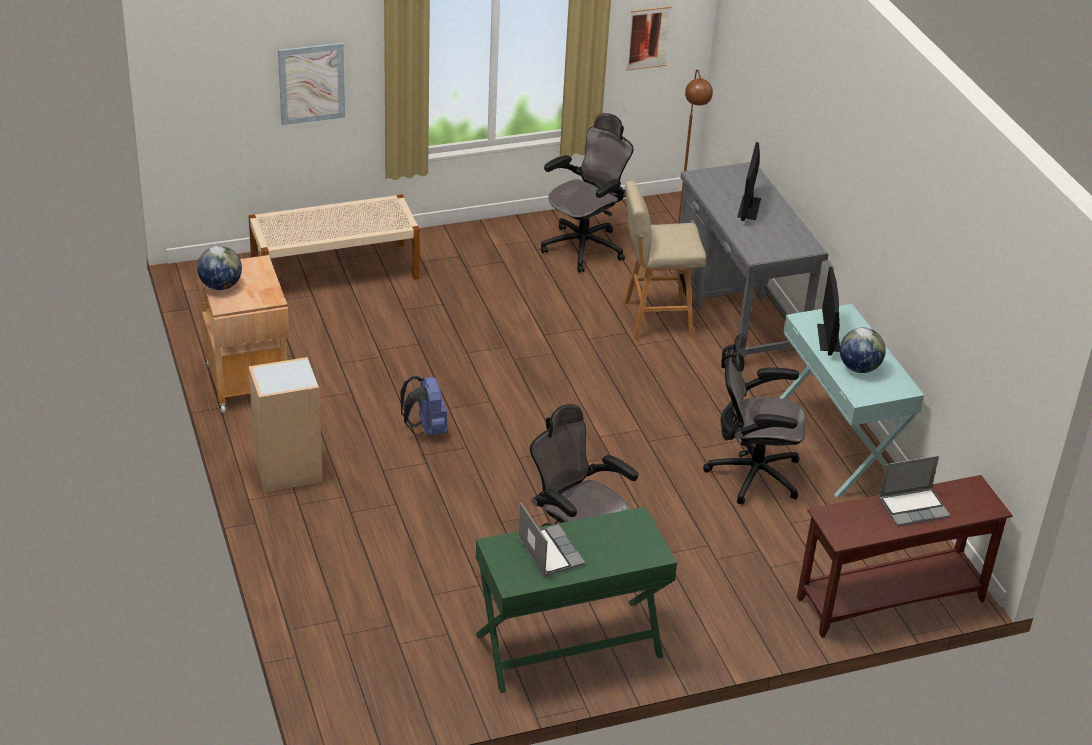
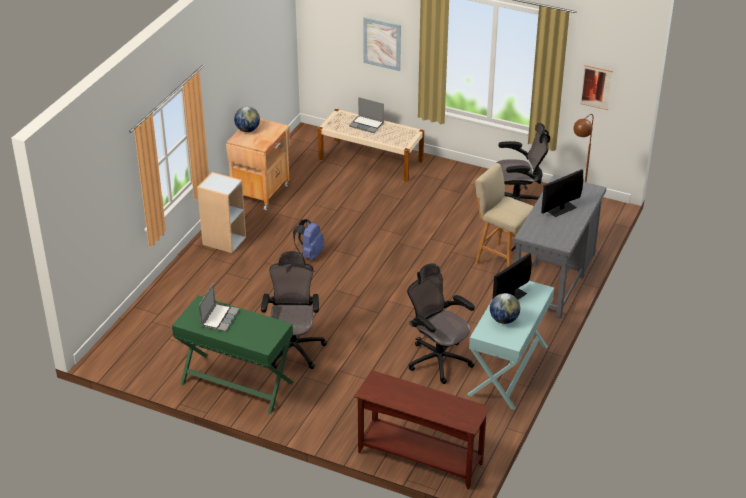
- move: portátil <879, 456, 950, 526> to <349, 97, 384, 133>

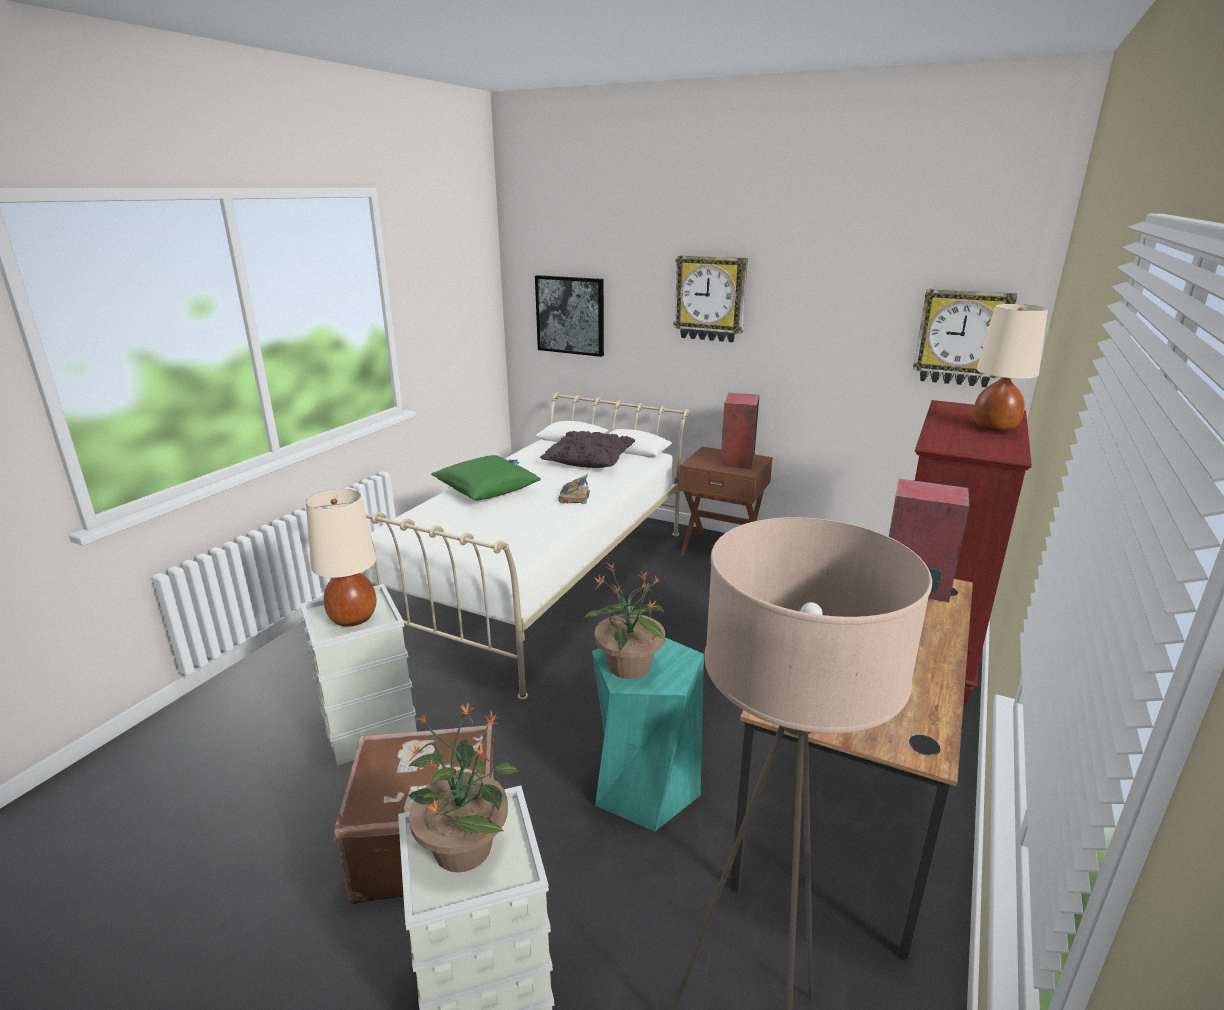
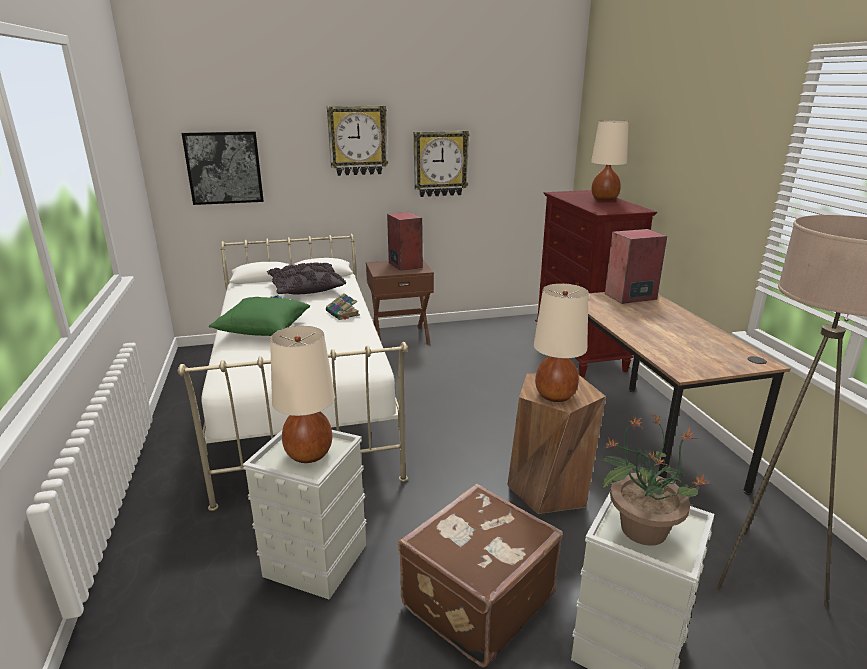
- move: reloj de pared <913, 289, 1017, 387> to <414, 131, 469, 197>
- recolor: taburete/turquesa <592, 637, 704, 831> to taburete/marrón <507, 373, 606, 514>
- replace: planta en maceta <583, 562, 666, 679> to lámpara de mesa/beis <534, 283, 589, 402>

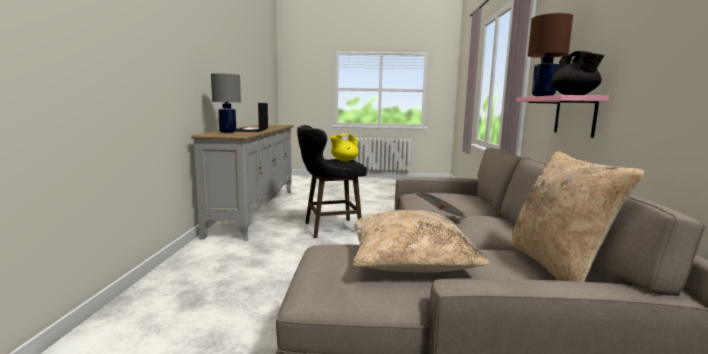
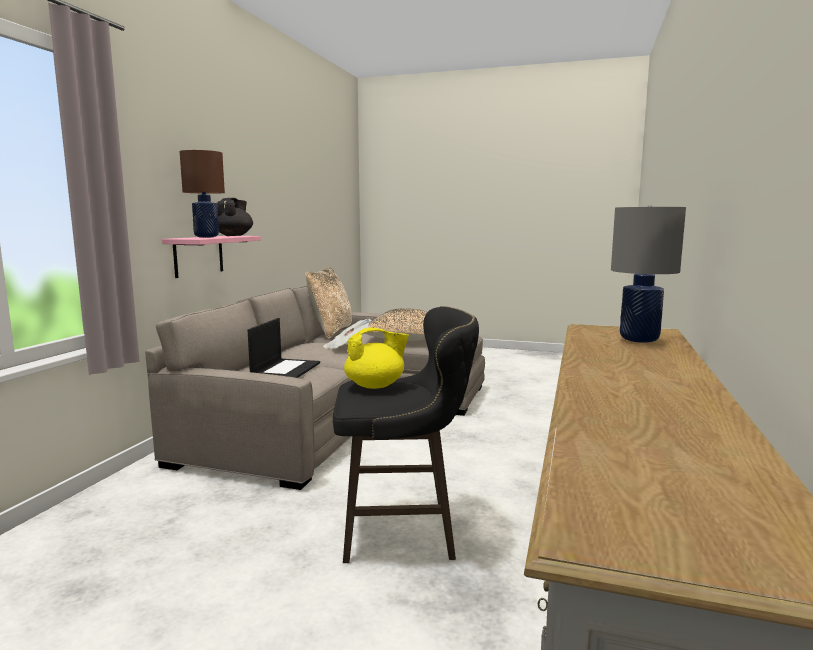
- move: portátil <236, 103, 268, 132> to <248, 318, 320, 378>

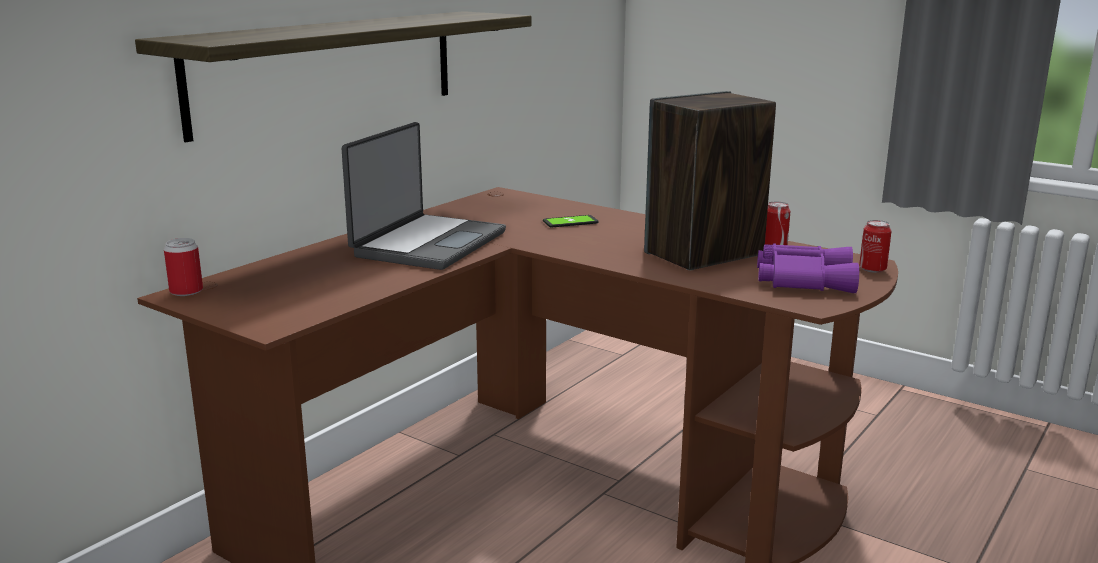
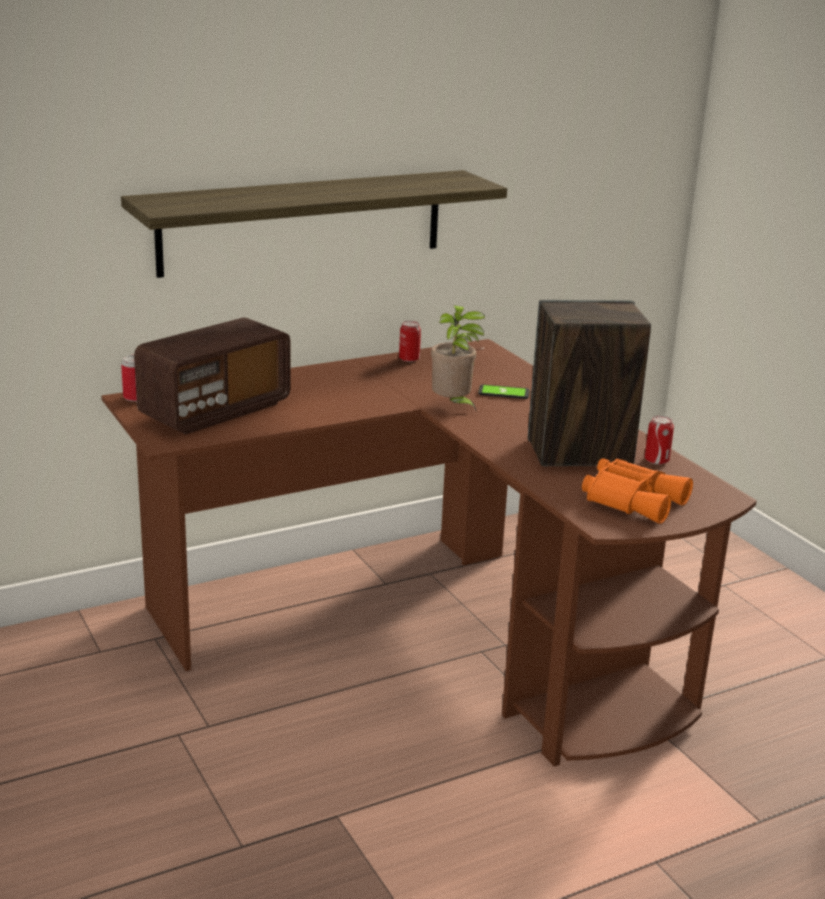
- insert: radio <134, 318, 291, 435>
- move: lata <859, 220, 891, 273> to <399, 321, 421, 362>
- insert: planta en maceta <431, 305, 485, 412>
- recolor: prismáticos/morado <757, 244, 859, 293> to prismáticos/naranja <582, 458, 693, 524>
- delete: portátil <342, 122, 506, 270>

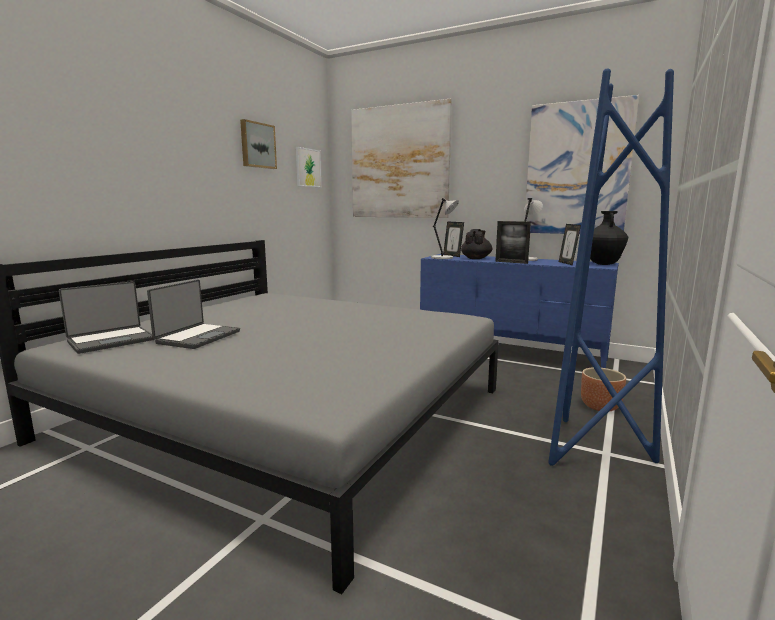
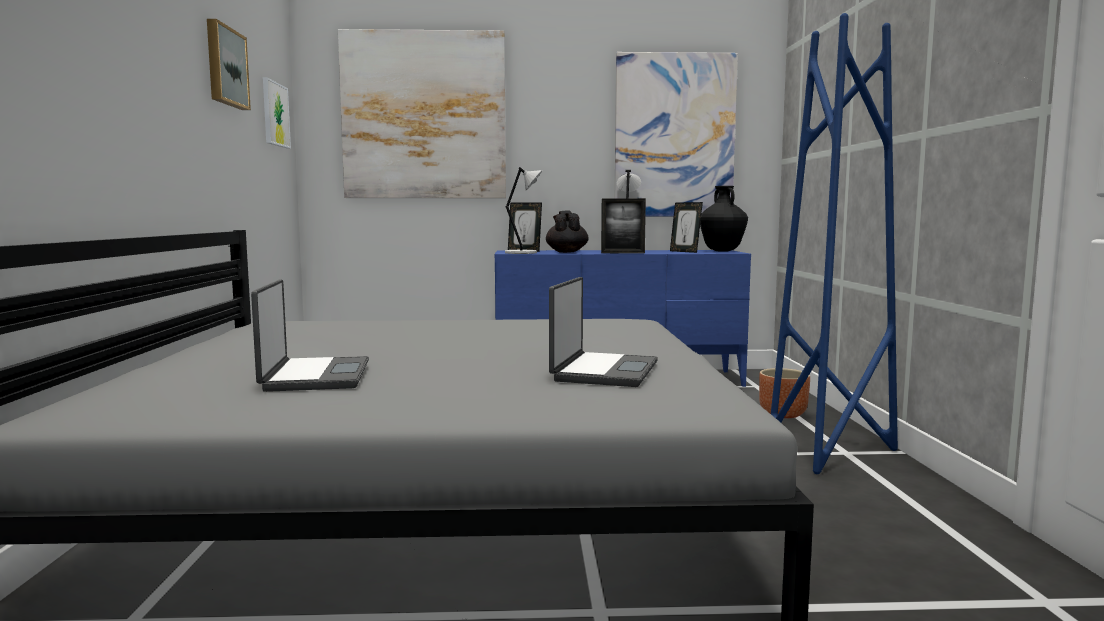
- move: portátil <59, 281, 155, 354> to <549, 277, 658, 387>

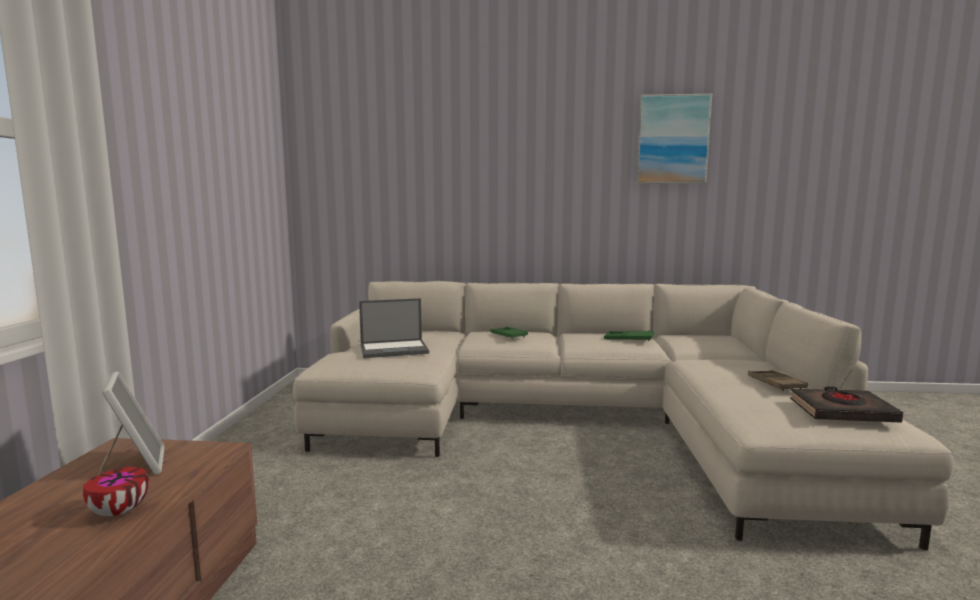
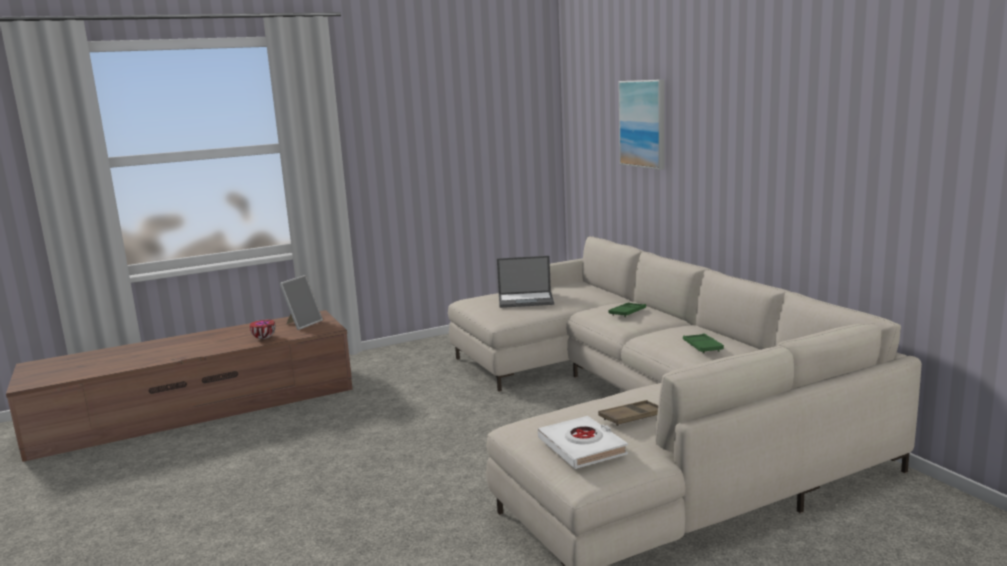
- rotate: portátil <359, 298, 429, 358> = <497, 256, 554, 308> 45 degrees counterclockwise
- recolor: libro/negro <790, 387, 903, 423> to libro/blanco <538, 416, 628, 469>
- move: cuadro <636, 94, 712, 184> to <618, 79, 664, 170>

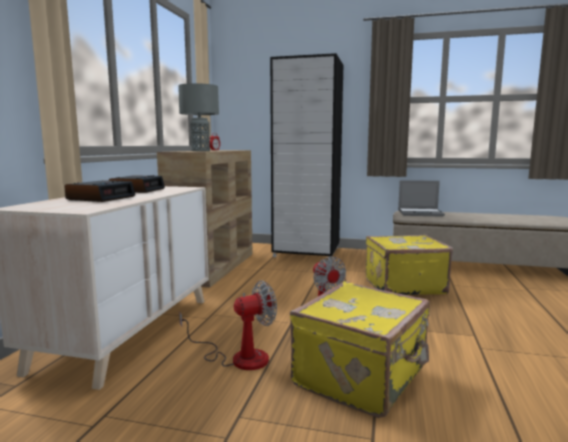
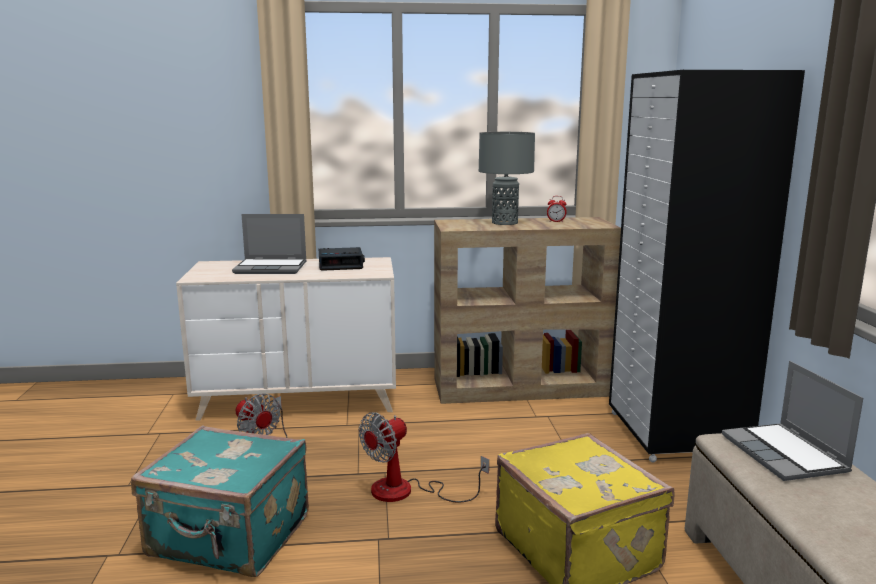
- recolor: maleta/amarillo <290, 281, 430, 418> to maleta/turquesa <131, 426, 309, 577>
- replace: despertador <64, 180, 135, 202> to portátil <232, 214, 307, 274>

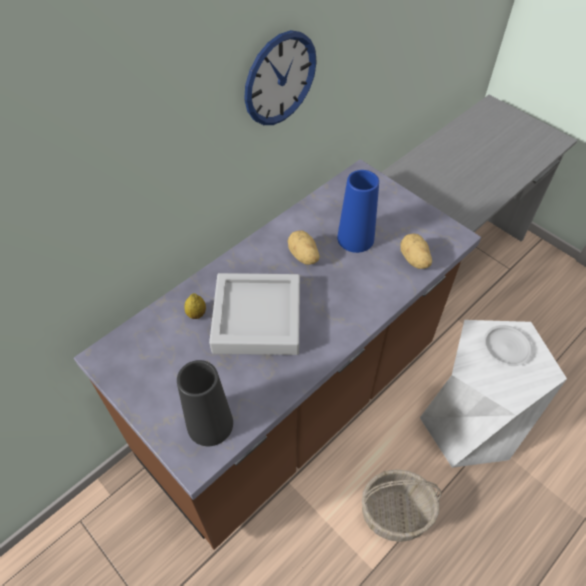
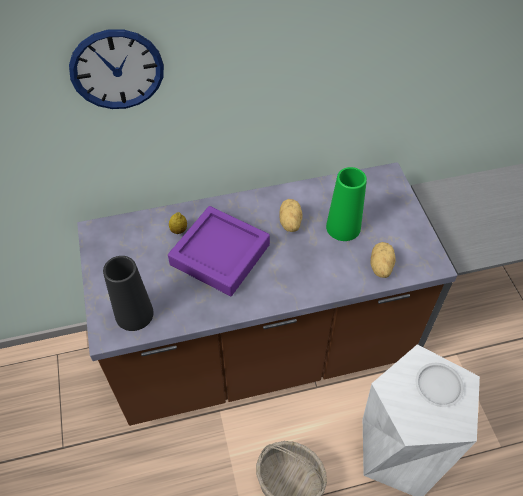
- move: reloj de pared <244, 30, 317, 125> to <69, 29, 164, 109>
- recolor: bandeja/gris <209, 273, 300, 355> to bandeja/morado <168, 206, 270, 296>
- recolor: florero/azul <337, 170, 379, 253> to florero/verde <326, 167, 367, 241>

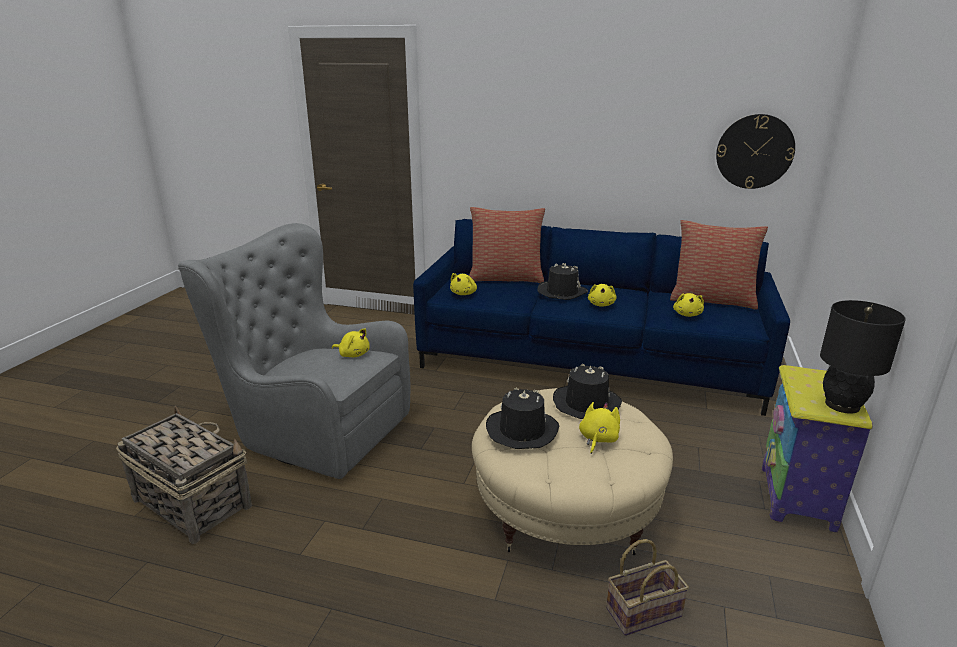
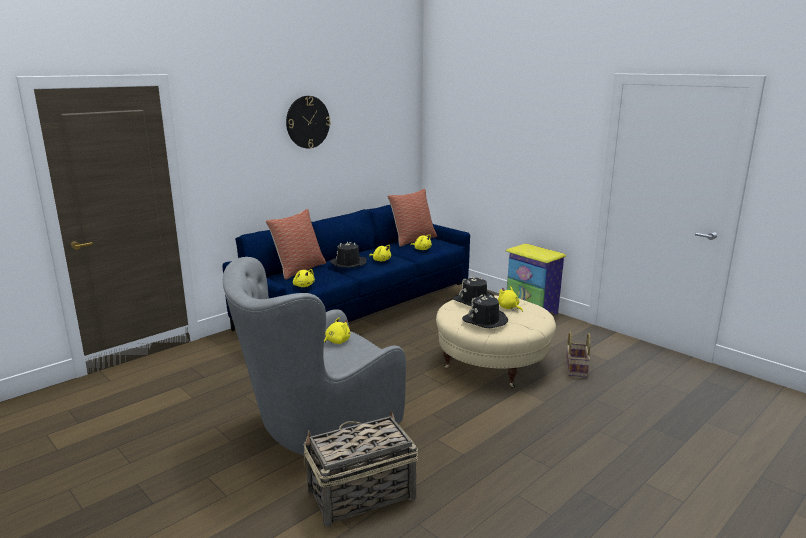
- move: reloj de pared <716, 114, 795, 189> to <286, 96, 331, 149>
- delete: lámpara de mesa/negro <820, 300, 906, 414>

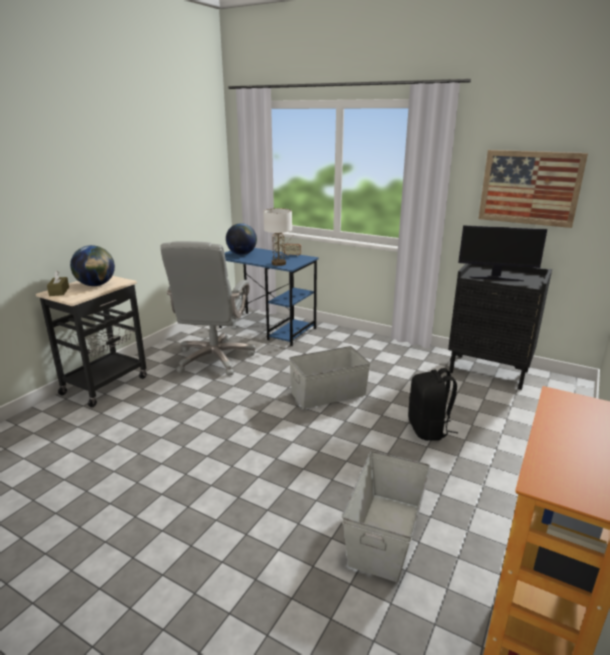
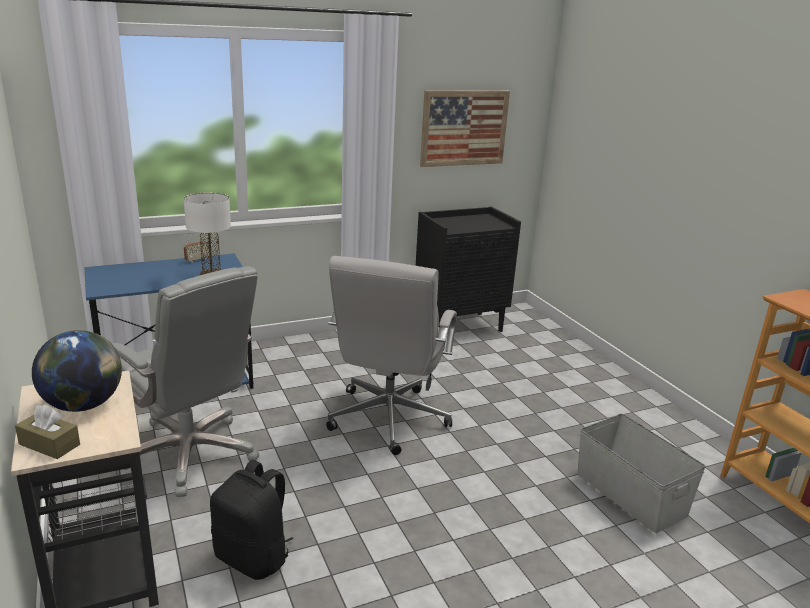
- move: mochila/negro <408, 368, 458, 441> to <210, 460, 293, 580>
- replace: caja de almacenaje/gris <289, 346, 370, 409> to silla de oficina/gris <326, 256, 457, 455>
- delete: globo terráqueo <226, 223, 257, 255>
- delete: monitor <458, 225, 547, 281>

